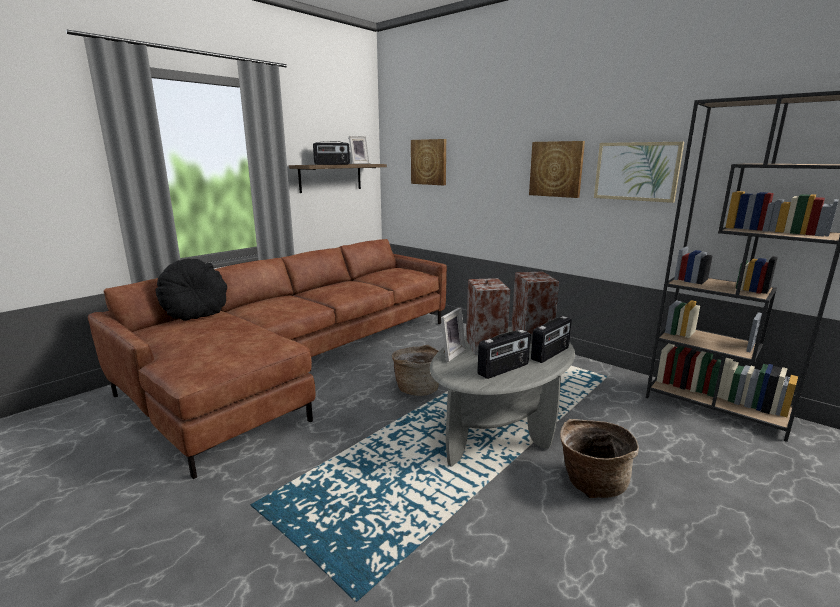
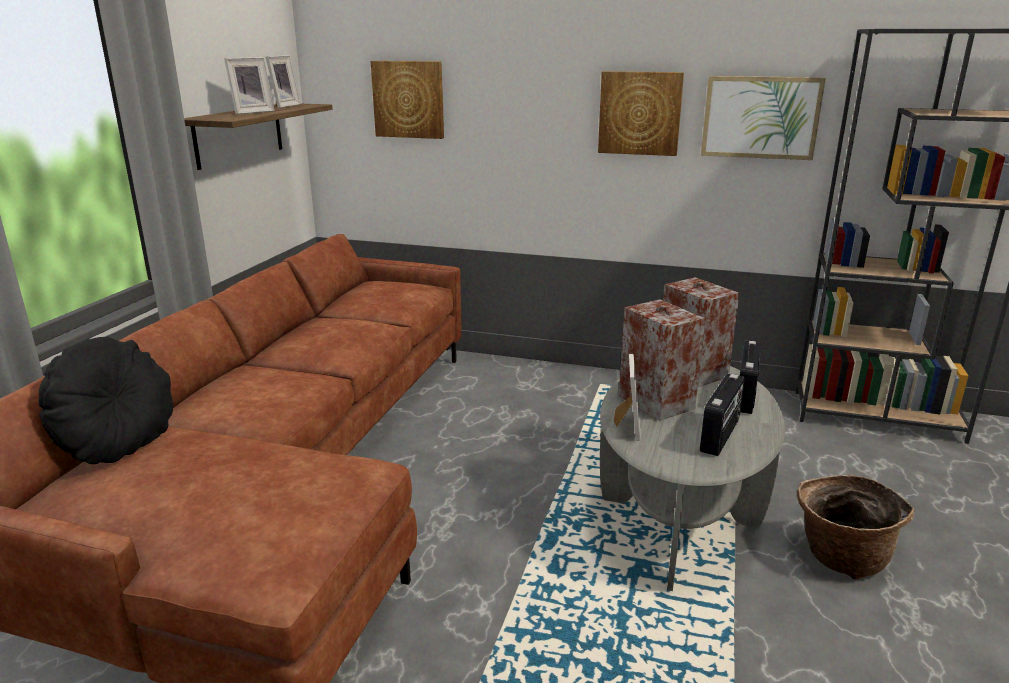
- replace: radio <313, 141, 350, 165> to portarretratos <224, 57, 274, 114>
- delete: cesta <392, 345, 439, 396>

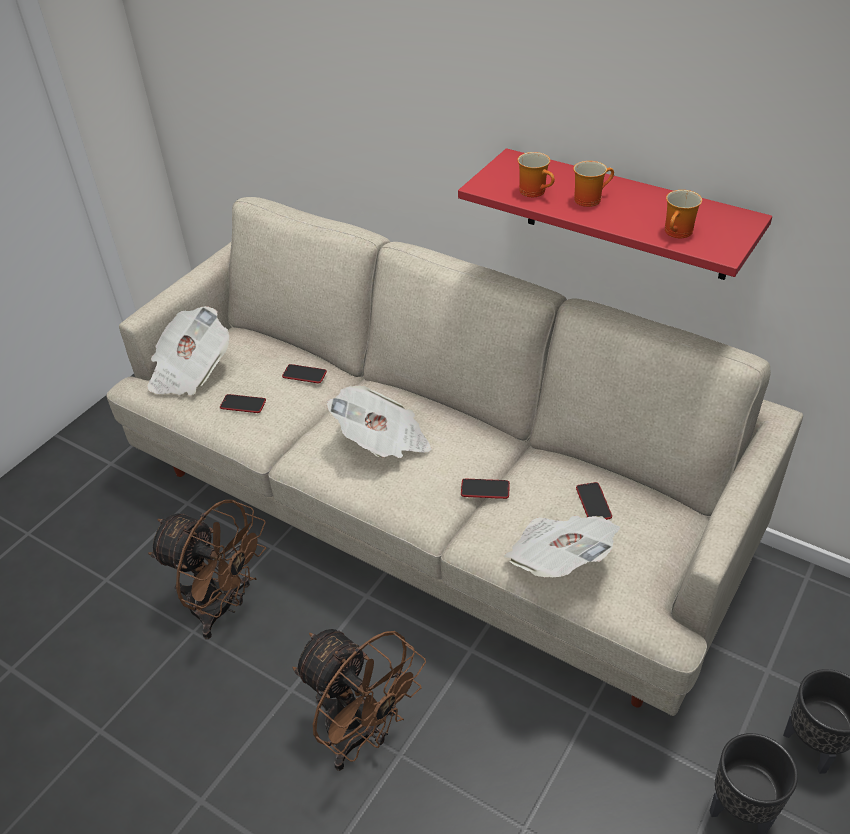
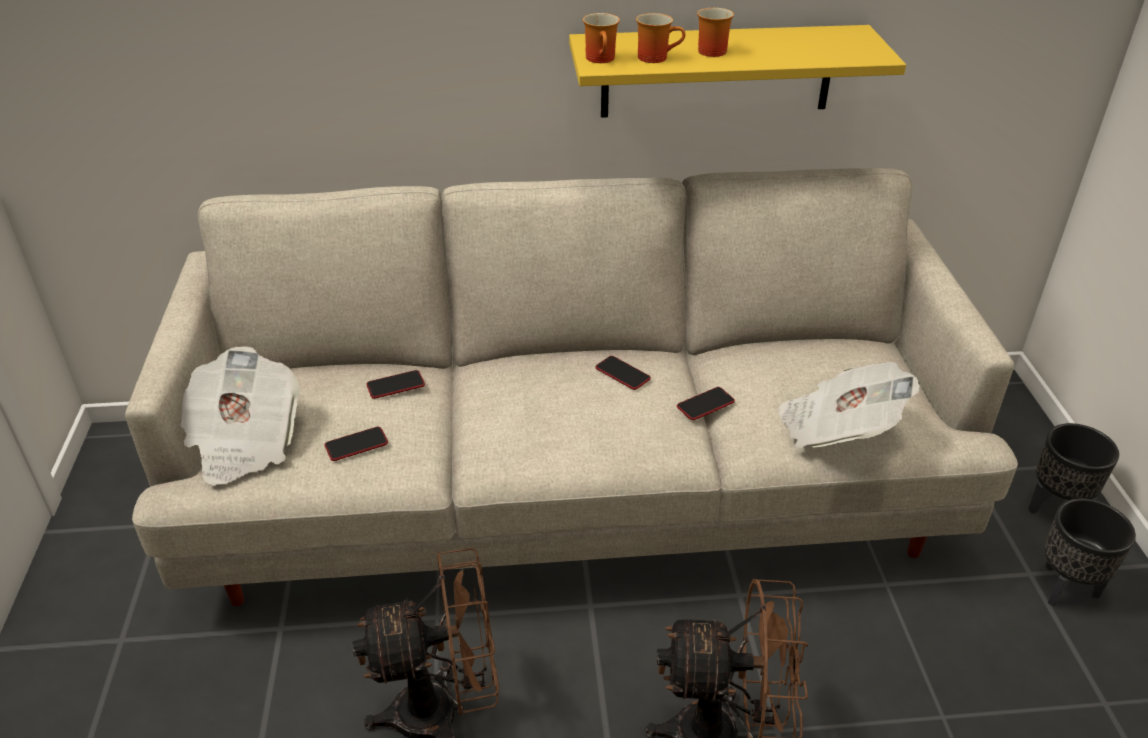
- recolor: estante/rojo <458, 148, 772, 280> to estante/amarillo <569, 25, 906, 118>
- move: taza grande <665, 190, 702, 238> to <583, 13, 620, 63>
- move: móvil <576, 482, 612, 520> to <595, 356, 651, 390>
- delete: periódico <327, 385, 432, 458>

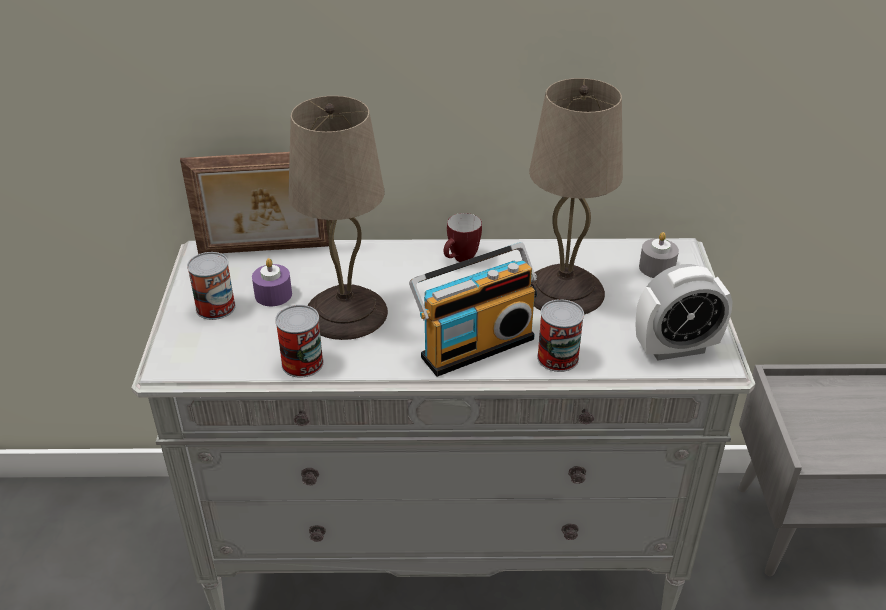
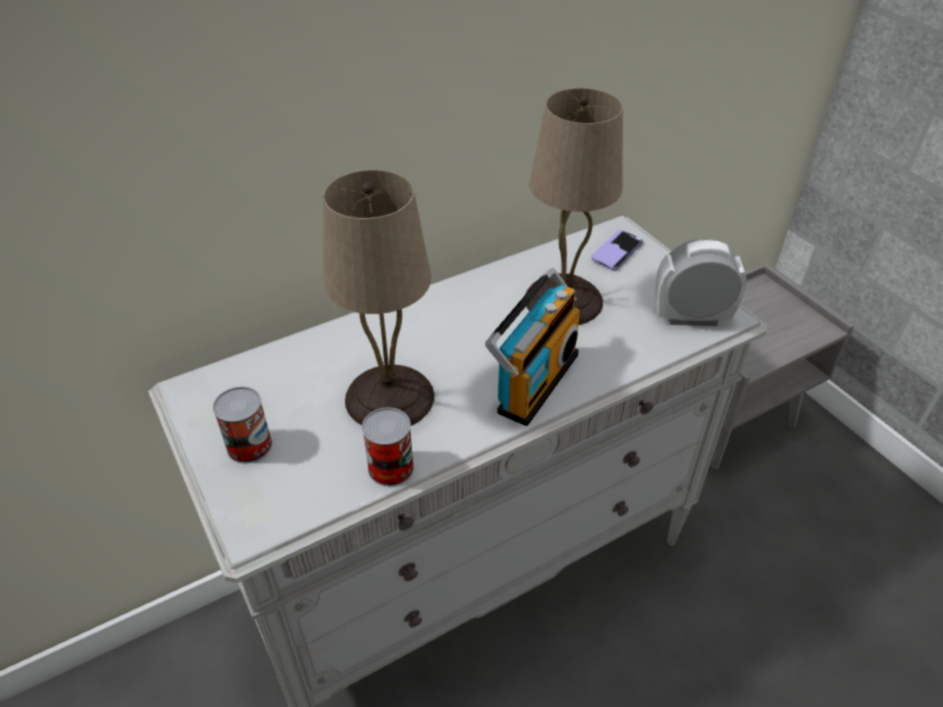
- replace: vela/gris <639, 232, 679, 278> to móvil <592, 230, 643, 271>
- rotate: despertador <636, 264, 733, 361> = <655, 239, 747, 326> 135 degrees counterclockwise
- delete: portarretratos <180, 152, 332, 254>
- delete: vela/morado <252, 258, 292, 306>
- delete: taza grande <444, 213, 482, 262>
- delete: lata <537, 299, 584, 372>

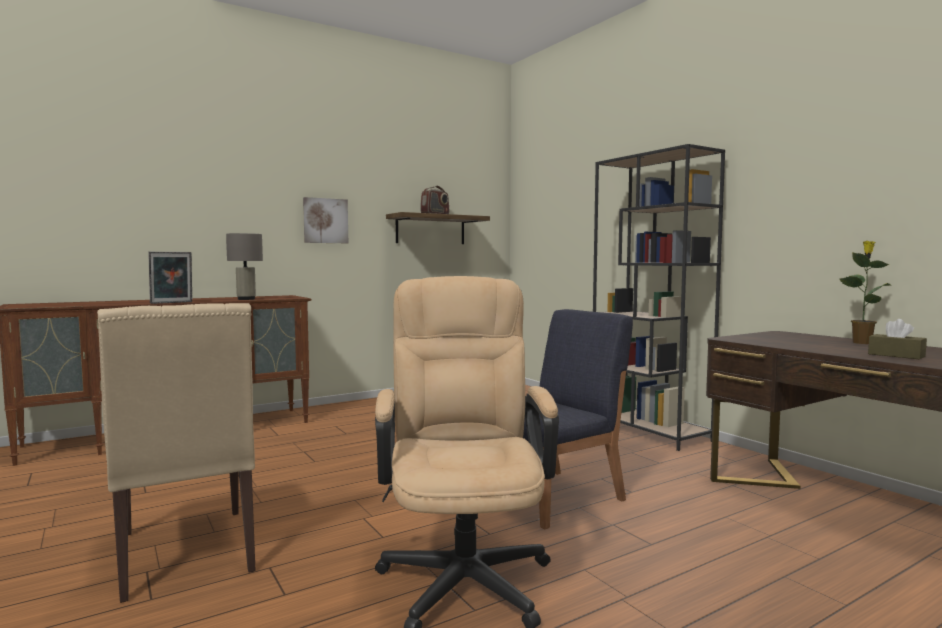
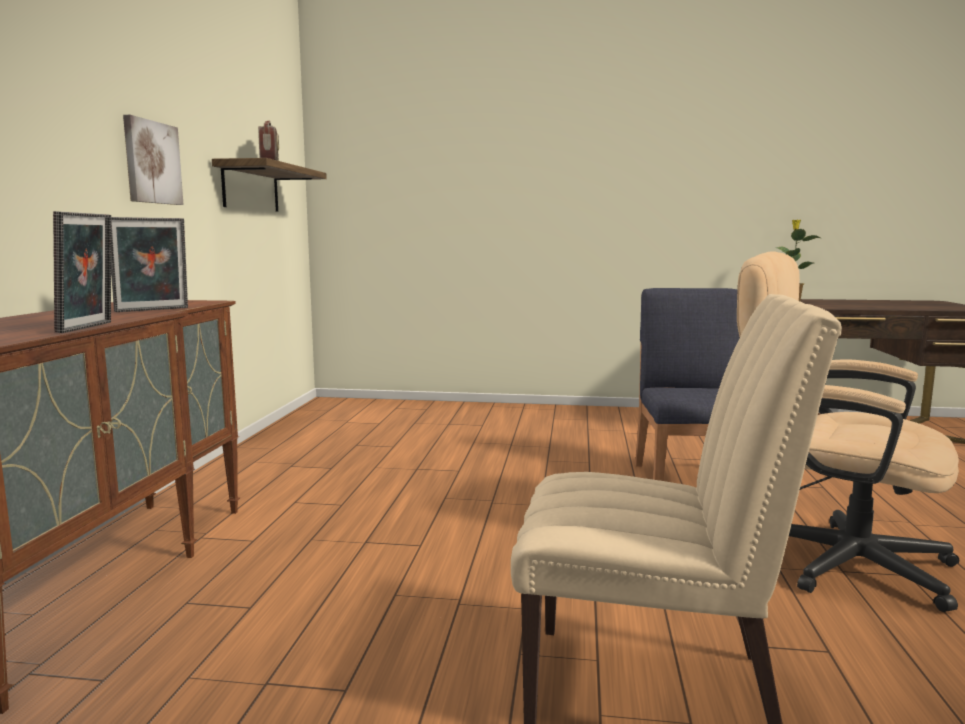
- replace: lámpara de mesa/gris <226, 233, 263, 300> to portarretratos <111, 217, 188, 312>
- delete: estantería <593, 144, 725, 451>
- delete: caja de pañuelos/marrón <868, 319, 927, 359>

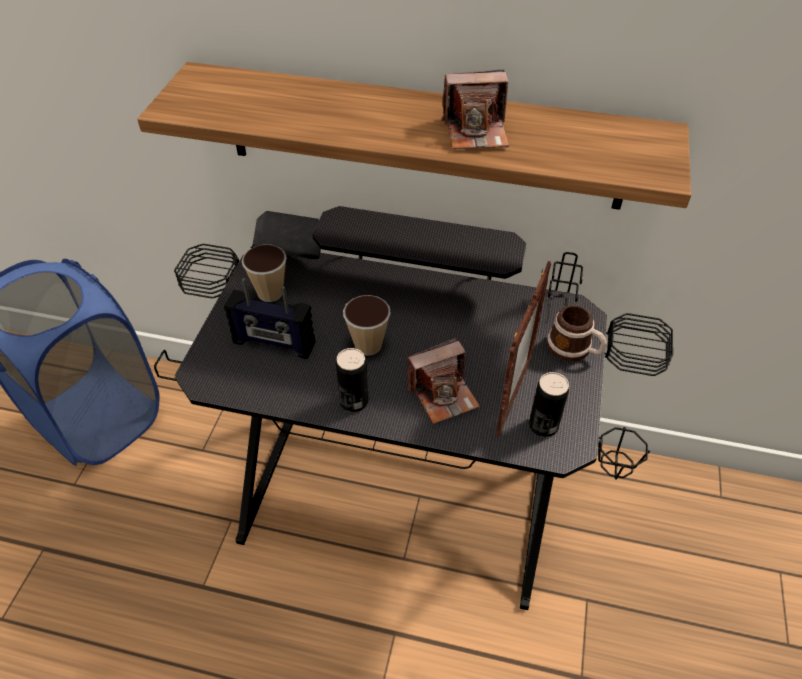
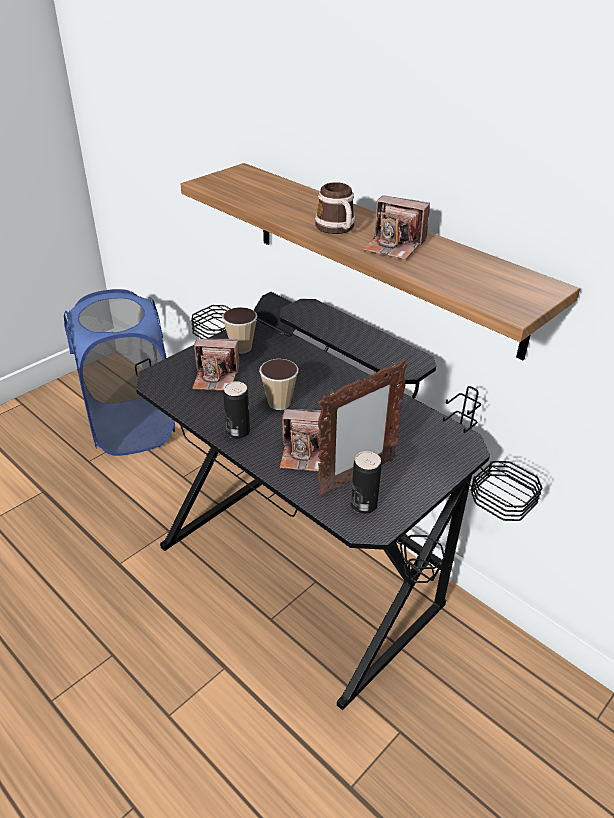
- replace: radio <224, 278, 315, 359> to cámara <192, 339, 240, 391>
- move: taza grande <547, 306, 607, 361> to <315, 182, 355, 234>

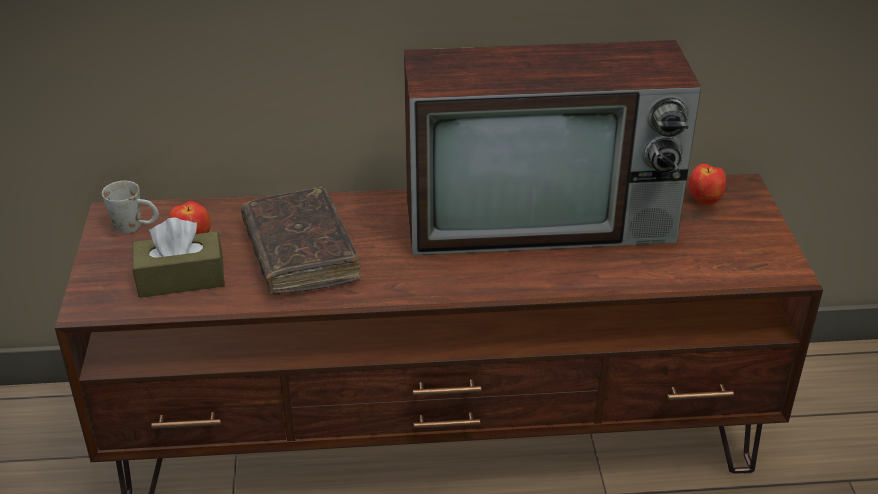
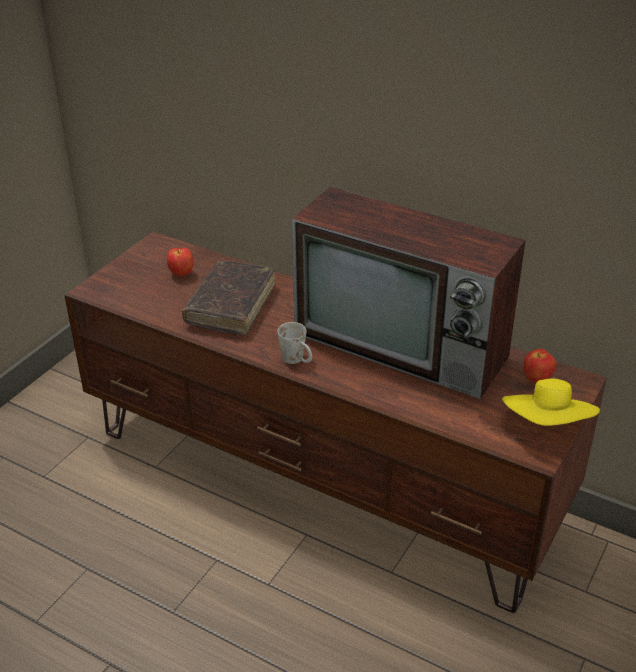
- move: taza grande/blanco <102, 181, 159, 234> to <277, 322, 312, 364>
- insert: sombrero/amarillo <502, 378, 600, 426>
- delete: caja de pañuelos/marrón <132, 217, 225, 298>

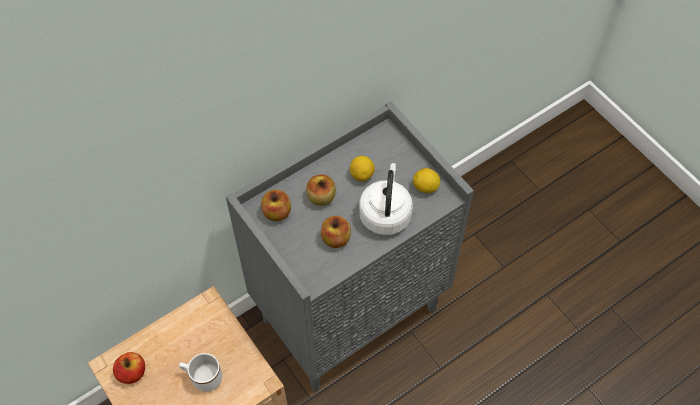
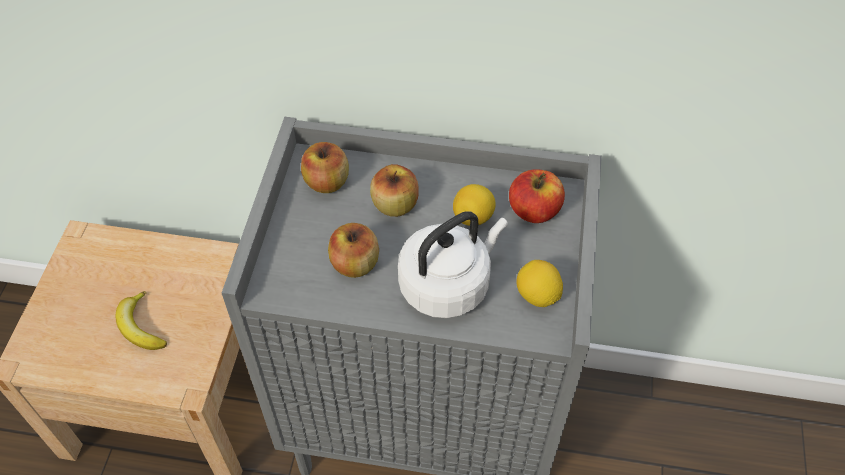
- replace: taza grande/blanco <179, 353, 222, 392> to plátano <116, 291, 167, 350>
- move: manzana <113, 352, 145, 384> to <509, 169, 565, 223>

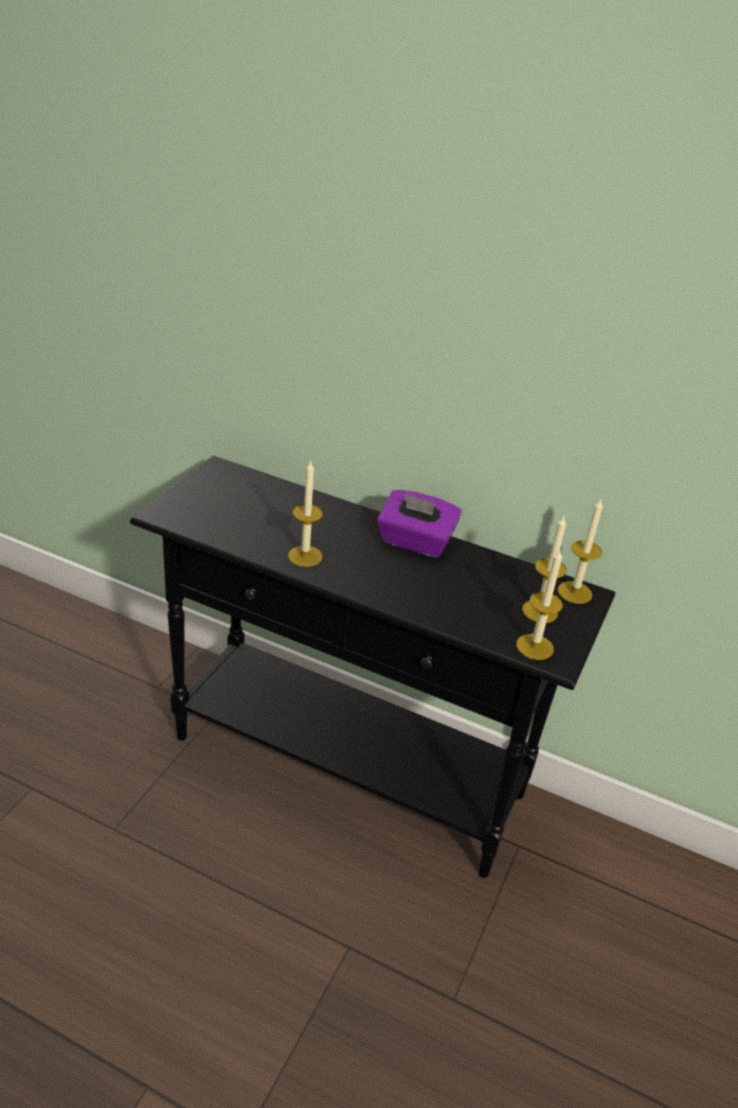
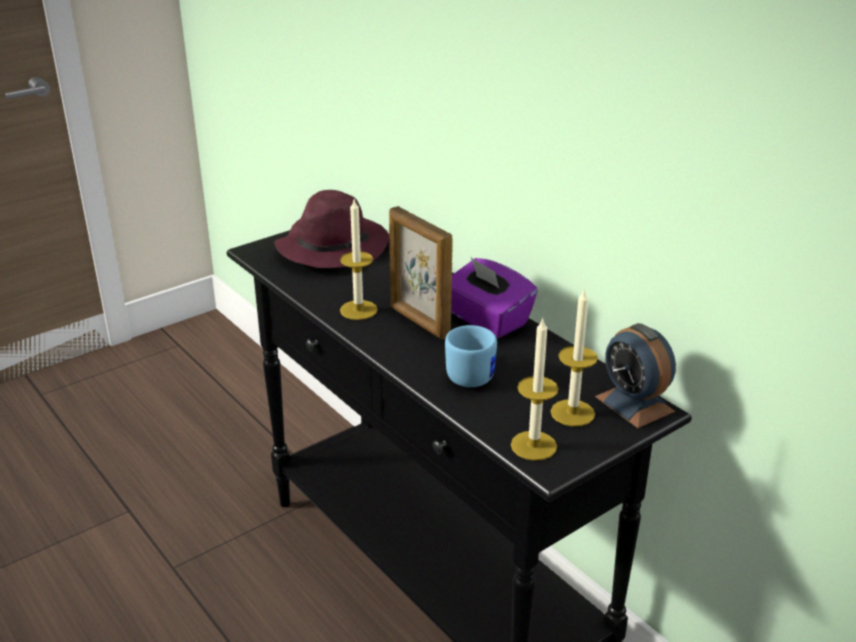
- insert: sombrero/morado <274, 190, 389, 268>
- insert: portarretratos <389, 206, 453, 340>
- insert: taza grande/azul <445, 325, 497, 387>
- replace: vela <558, 499, 603, 604> to despertador <595, 323, 676, 428>

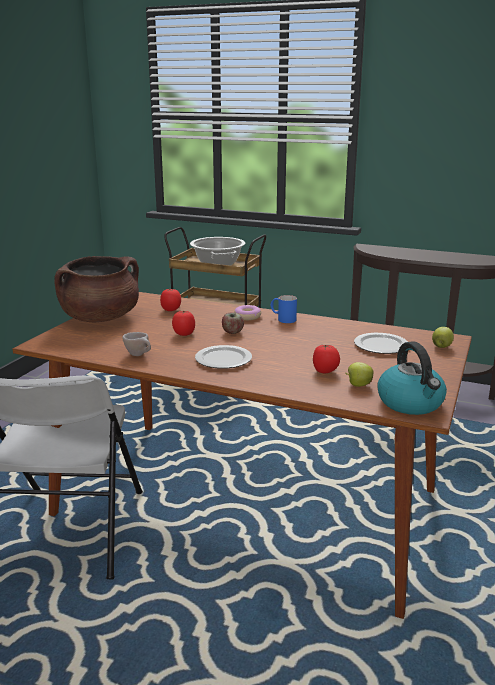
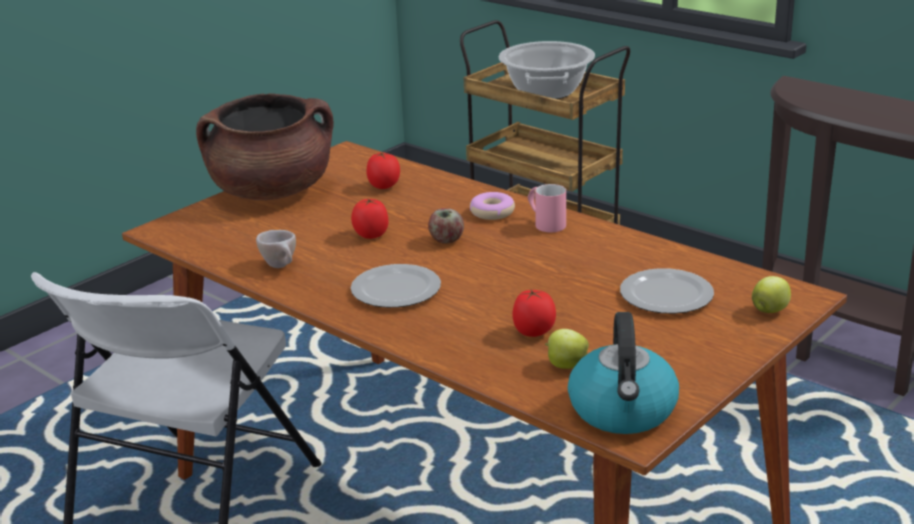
- recolor: taza grande/azul <270, 295, 297, 323> to taza grande/rosa <528, 184, 566, 232>

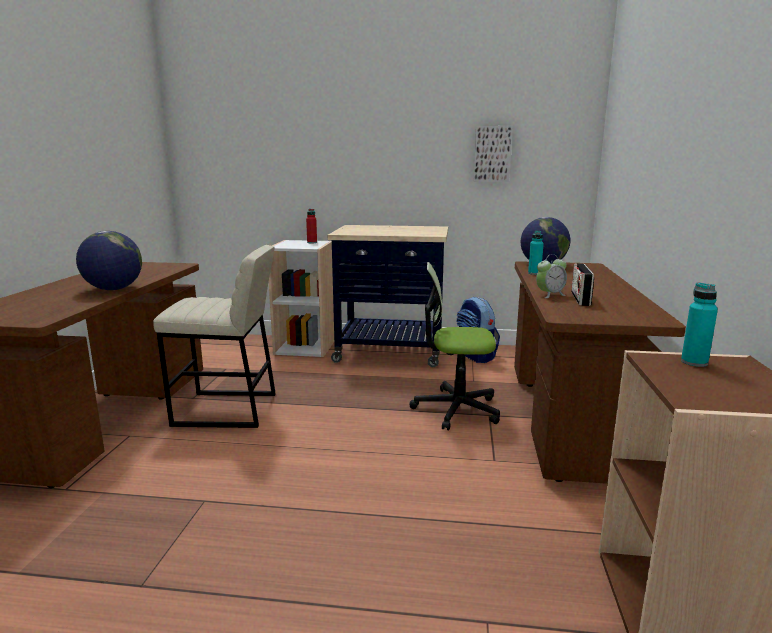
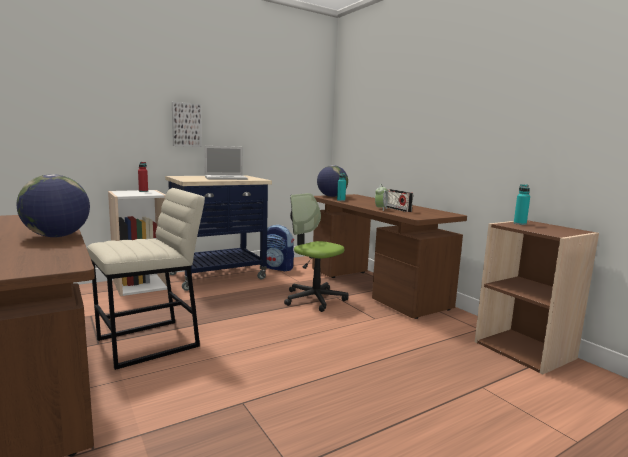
- move: cuadro <474, 126, 513, 182> to <172, 102, 202, 147>
- insert: portátil <204, 146, 248, 180>
- rotate: silla de oficina <410, 262, 500, 430> = <284, 193, 348, 312> 75 degrees clockwise

